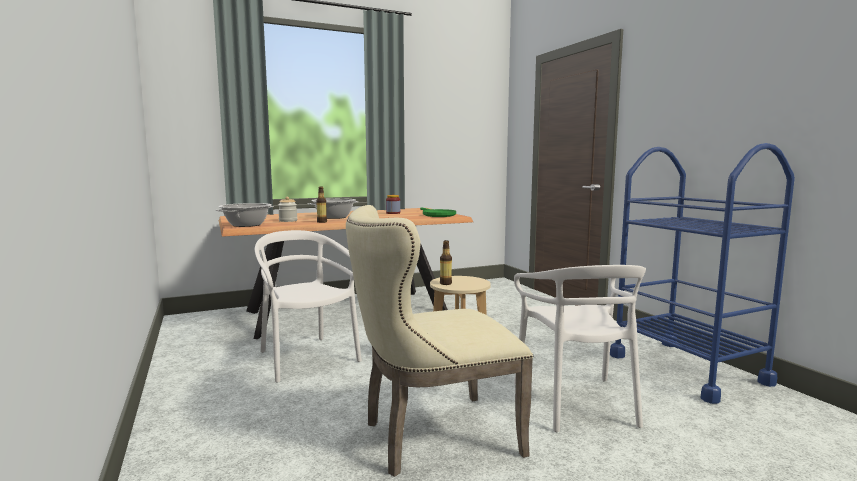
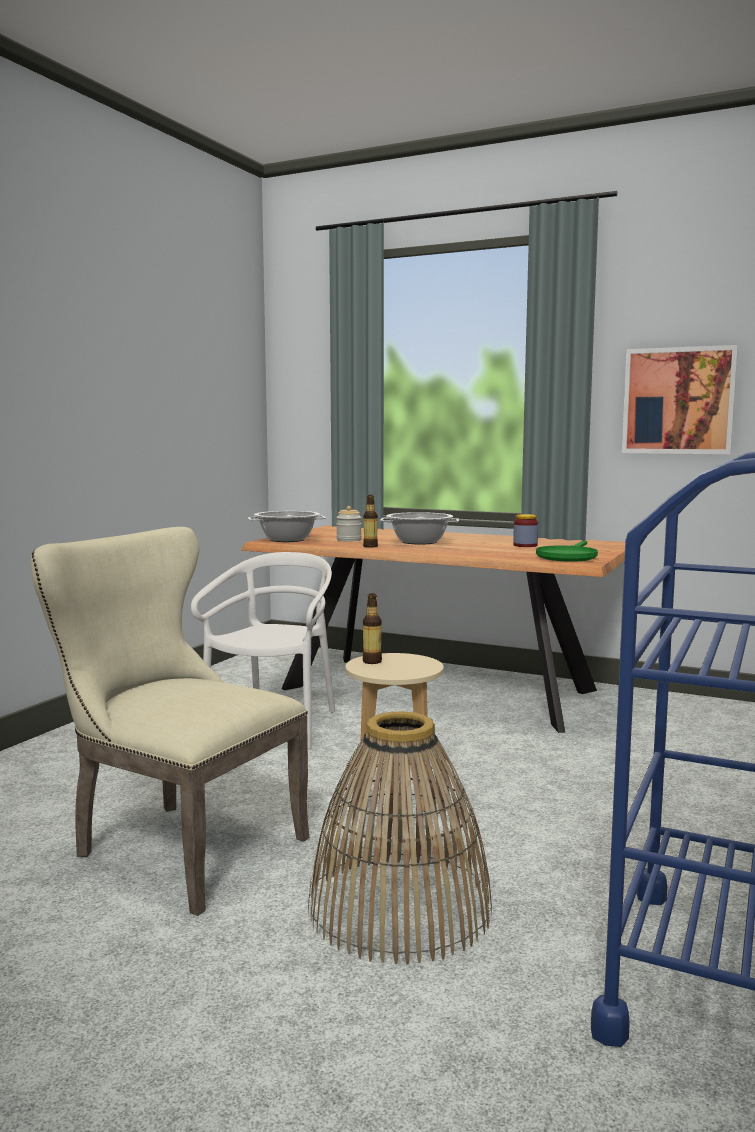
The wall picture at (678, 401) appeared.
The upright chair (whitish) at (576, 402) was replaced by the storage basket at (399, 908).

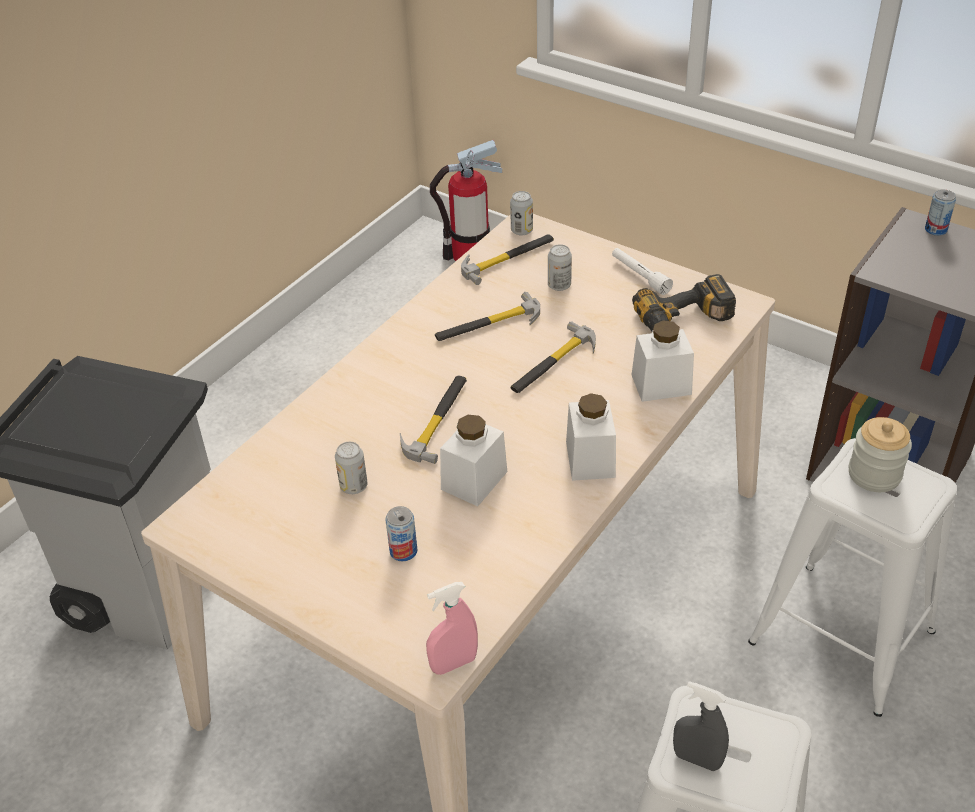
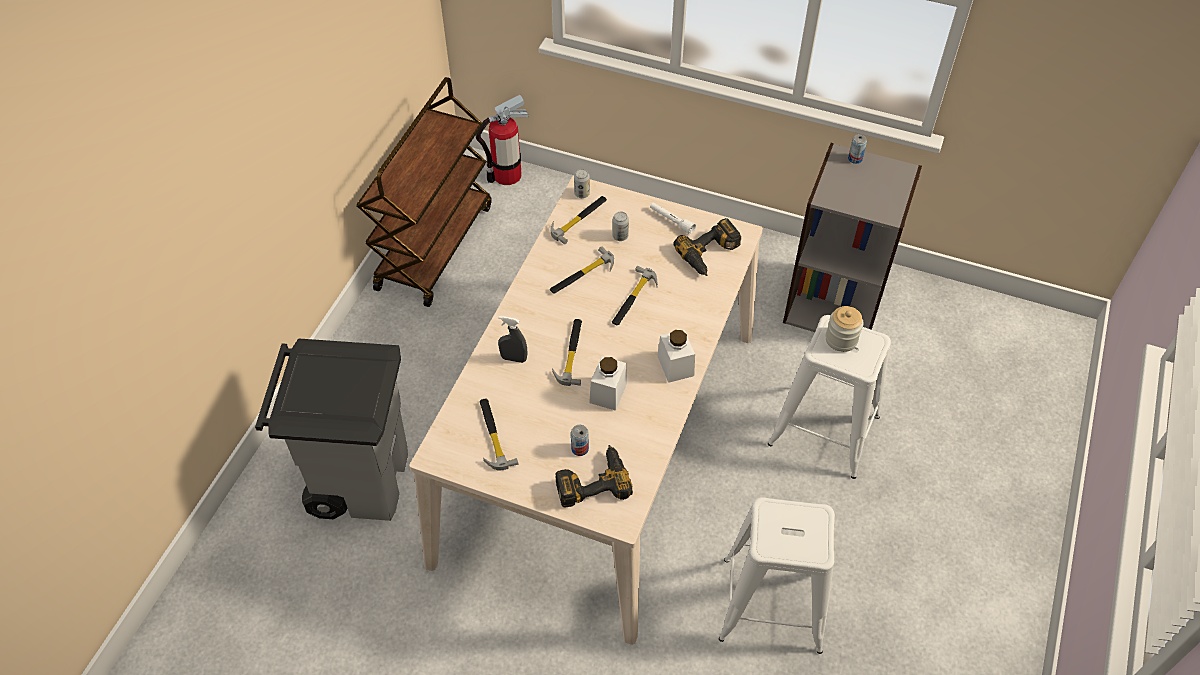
The can at (353, 486) disappeared.
The spray bottle (pink-coloured) at (453, 664) disappeared.
The storage jar (whitish) at (661, 384) disappeared.
The trolley (brown-coloured) at (434, 246) appeared.
The tool hammer at (493, 435) appeared.
The electric drill at (592, 480) appeared.
The spray bottle (gray) moved from (697, 759) to (514, 358).

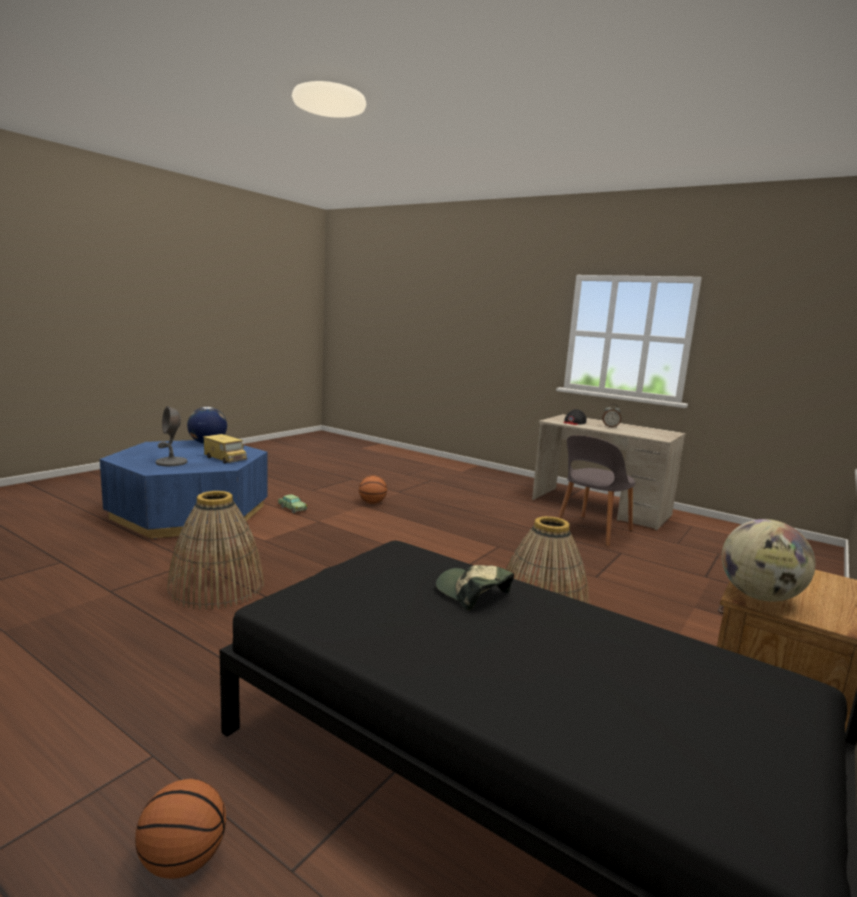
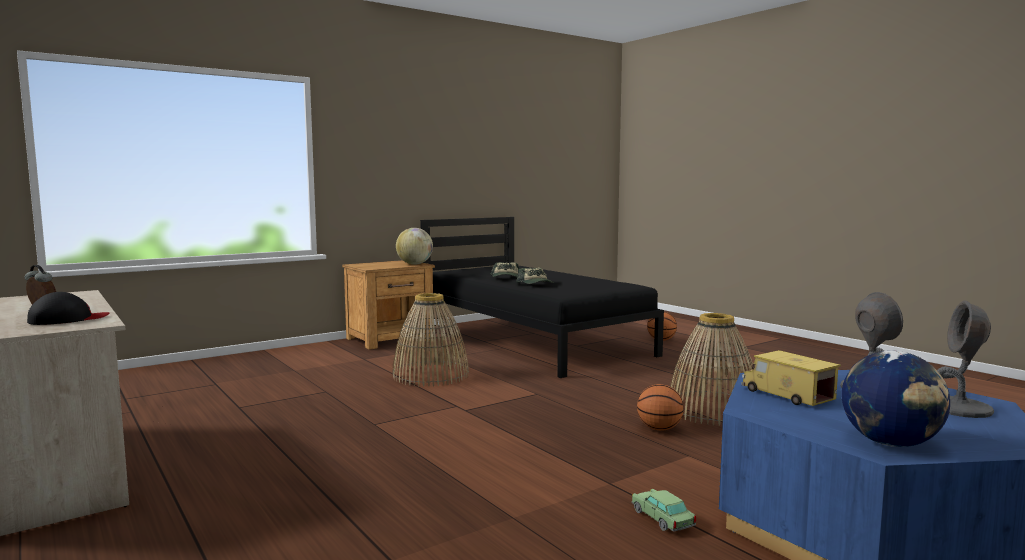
The upright chair (gray) at (592, 531) disappeared.
The peaked cap at (506, 277) appeared.
The tabletop lamp (gray) at (959, 408) appeared.
The ball for basketball moved from (372, 503) to (659, 429).

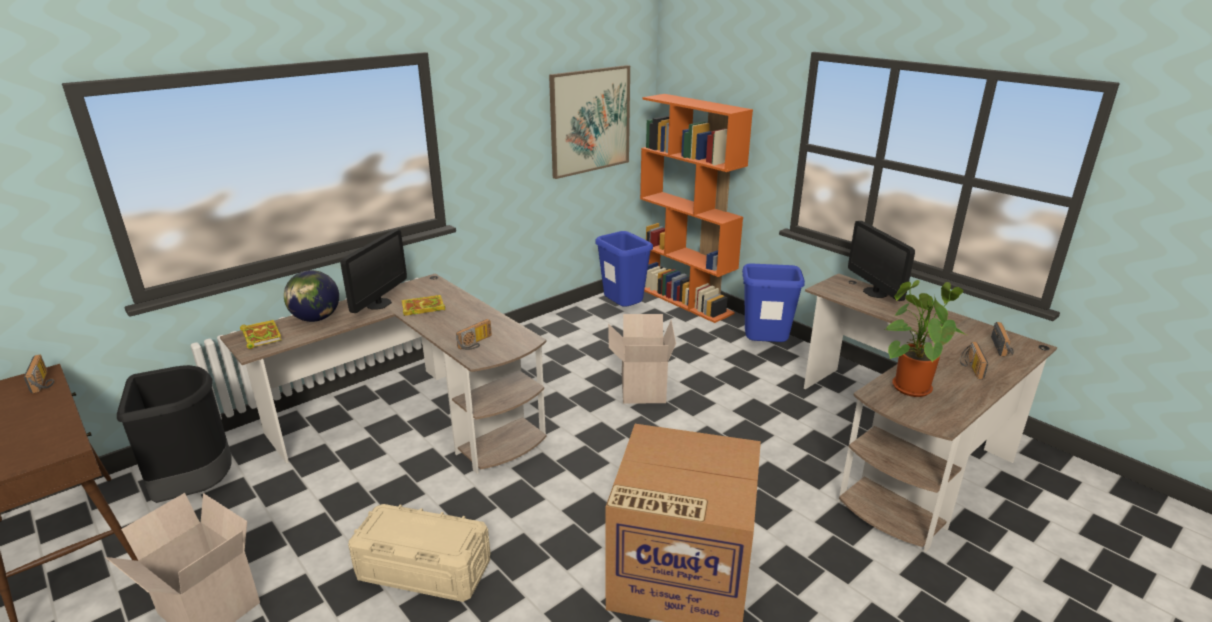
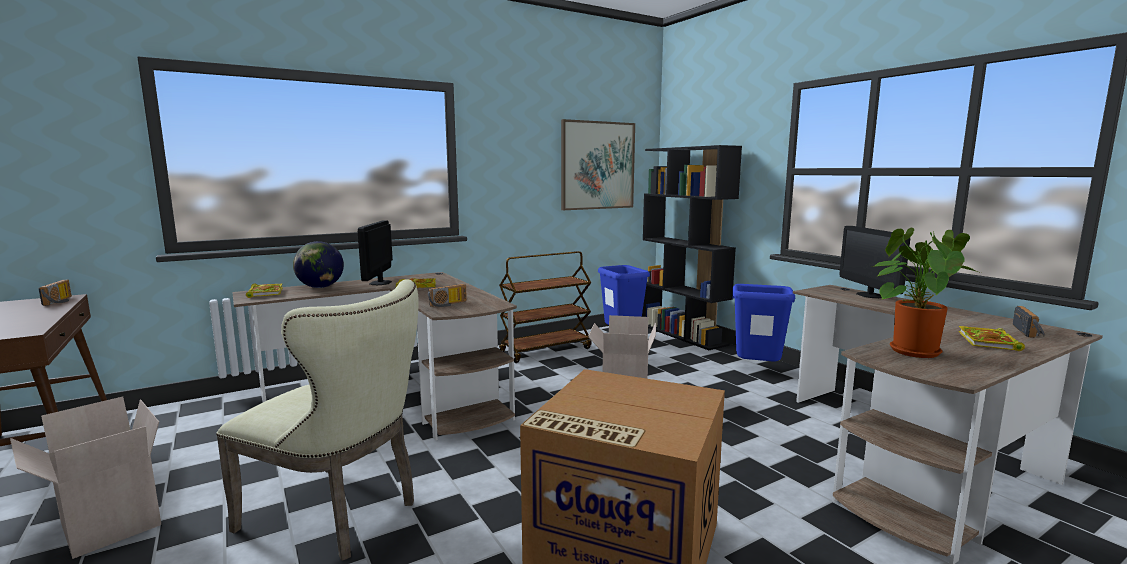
The rubbish bin (black) at (196, 490) disappeared.
The trolley (brown-coloured) at (545, 350) appeared.
The storage container (beige-coloured) at (424, 570) was replaced by the upright chair (beige-coloured) at (340, 515).
The radio set at (970, 367) was replaced by the bound book at (989, 342).
The shelving unit (orangey) at (685, 300) became the shelving unit (black) at (683, 334).
The monitor at (379, 304) turned 150 degrees clockwise.

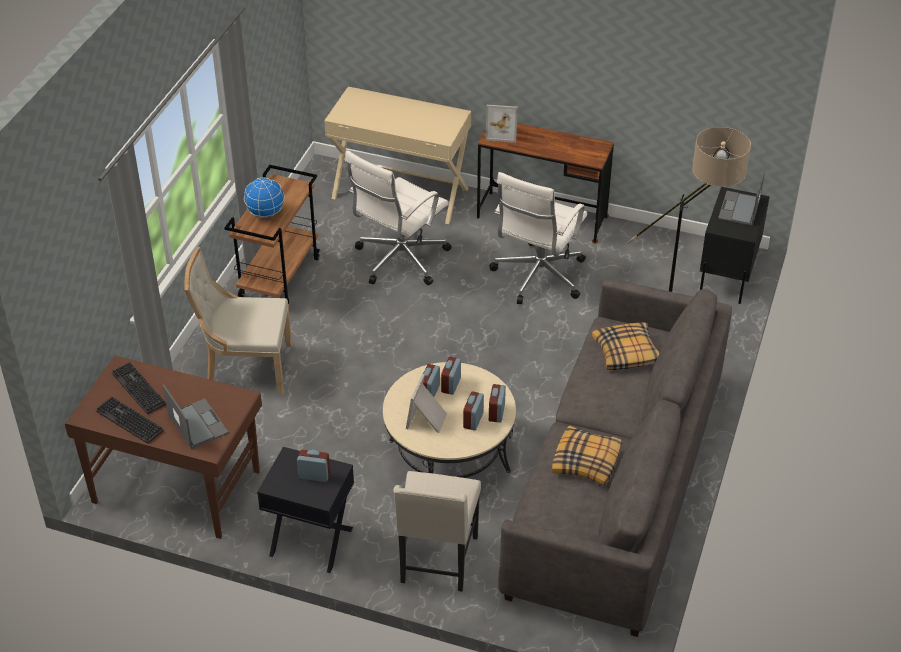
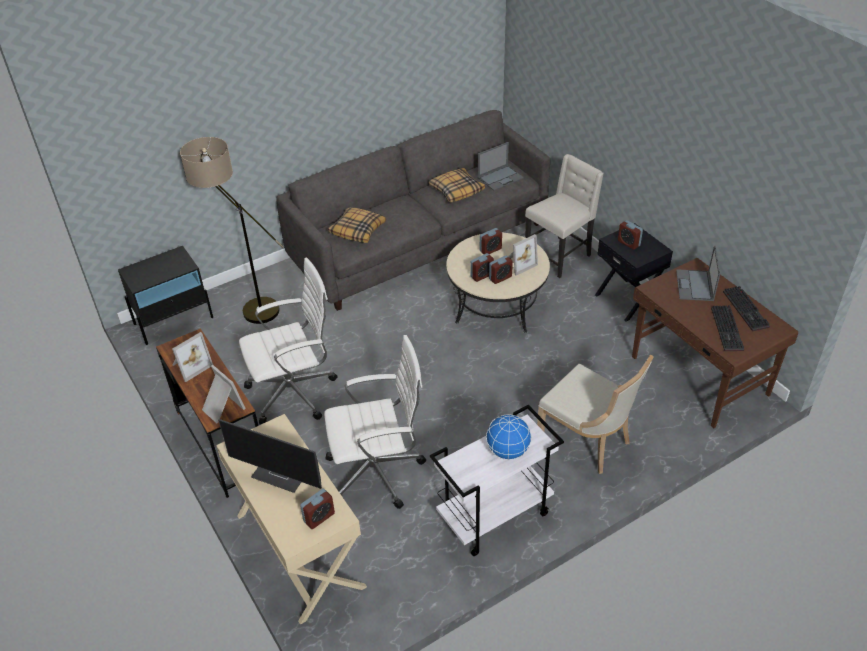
The photo frame at (190, 365) appeared.
The monitor at (282, 474) appeared.
The alarm clock moved from (496, 412) to (319, 517).
The notebook computer moved from (739, 209) to (500, 178).
The trolley (brown-coloured) at (279, 277) became the trolley (whitish) at (494, 517).

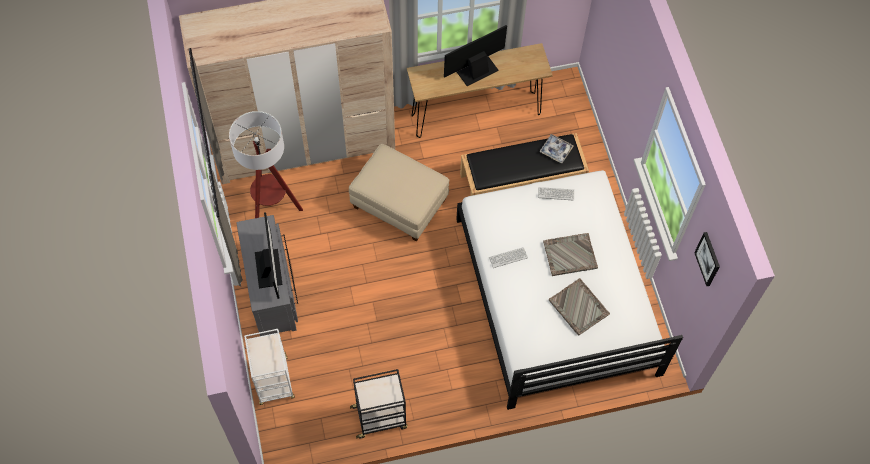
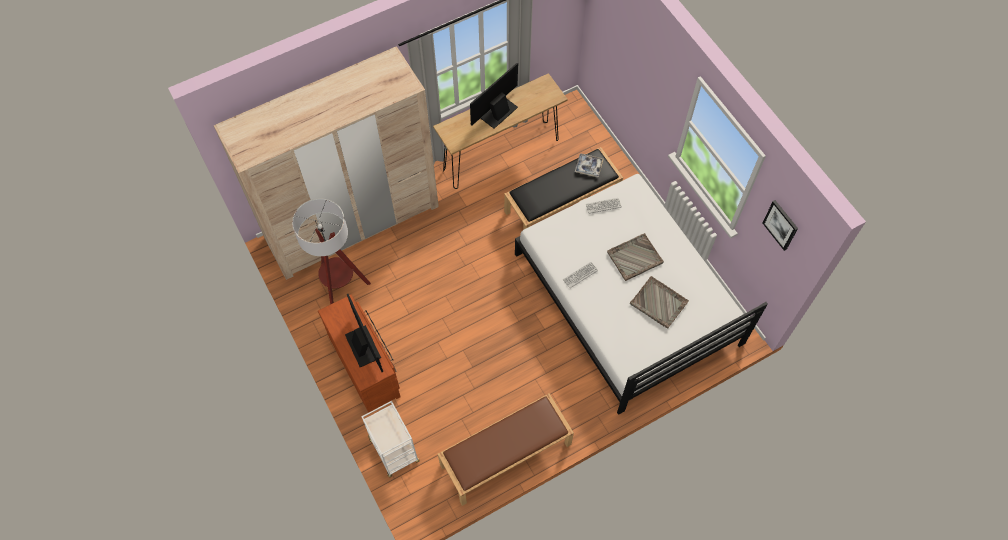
The ottoman (beige-coloured) at (399, 204) disappeared.
The trolley (black) at (380, 417) was replaced by the bench (brown-coloured) at (505, 455).
The dresser (gray) at (273, 290) became the dresser (brown-coloured) at (366, 365).

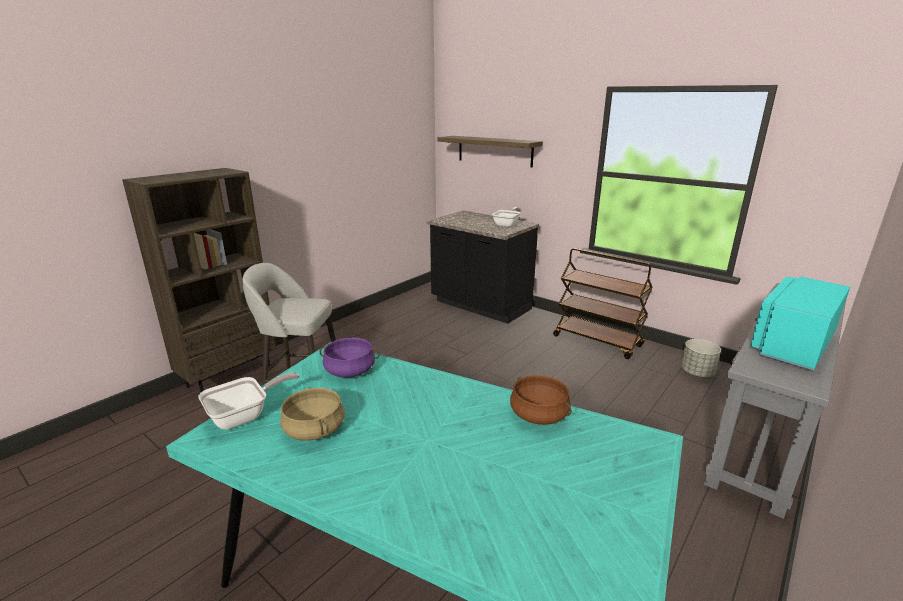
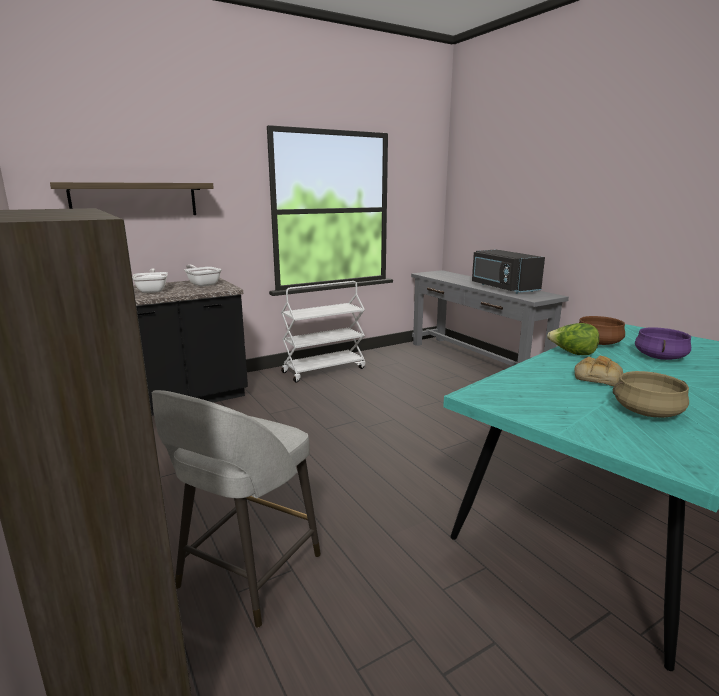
The planter (gray) at (697, 372) disappeared.
The lettuce head at (572, 354) appeared.
The baked bread at (597, 377) appeared.
The skillet moved from (245, 416) to (153, 290).
The saucepot (purplish) moved from (350, 371) to (659, 357).
The trolley (brown-coloured) at (598, 341) became the trolley (whitish) at (324, 370).
The kitchen microwave (turquoise) at (791, 344) became the kitchen microwave (black) at (502, 288).

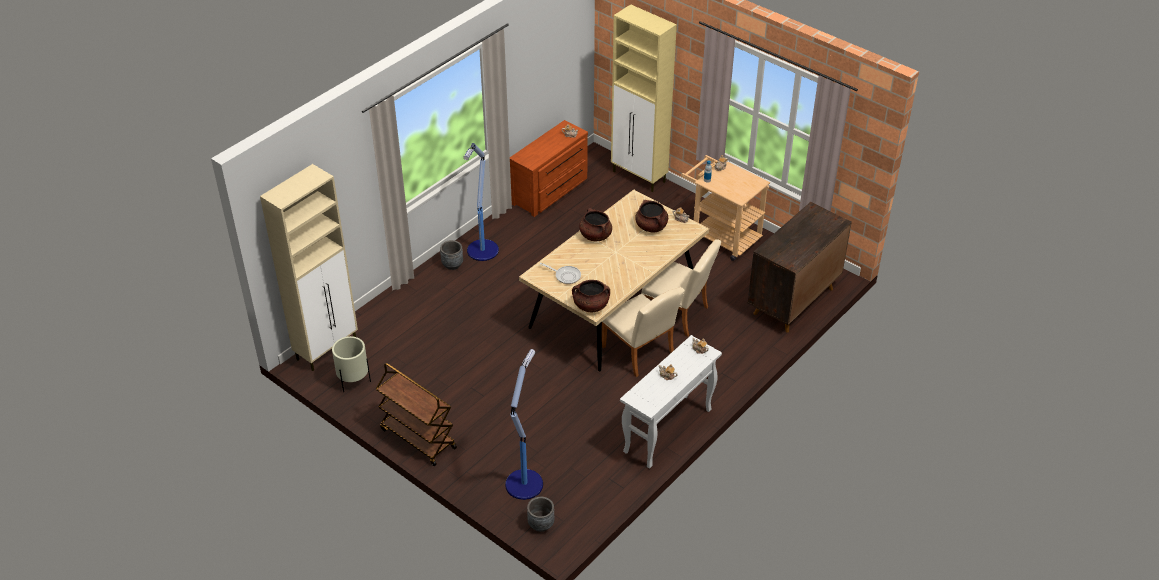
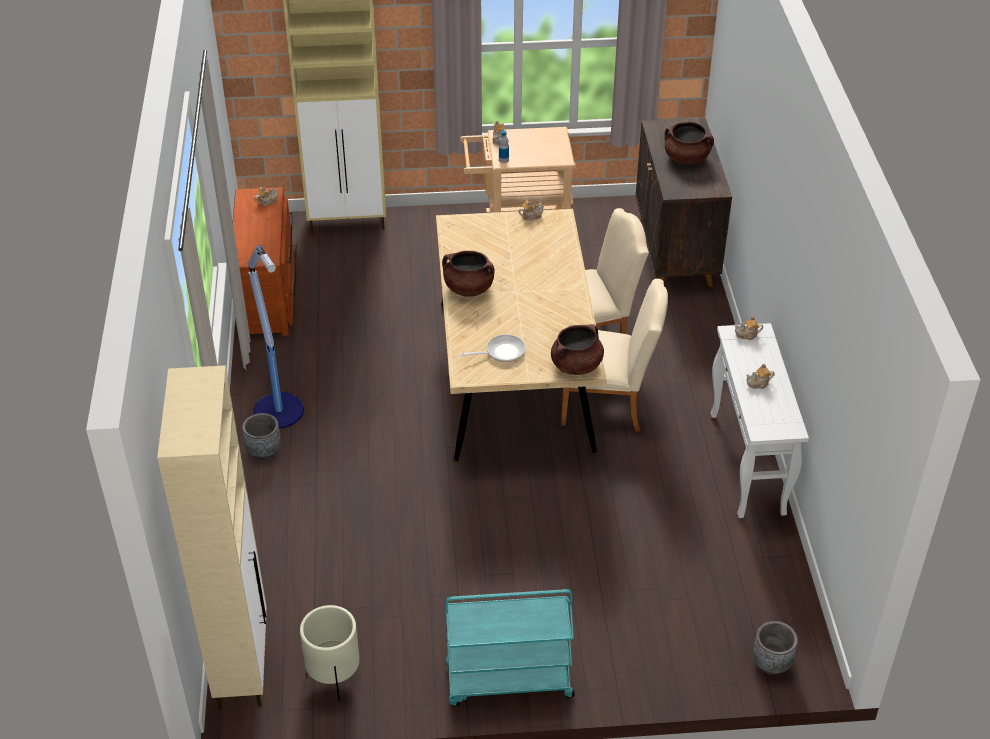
The floor lamp at (524, 483) disappeared.
The saucepot (brown-coloured) moved from (651, 226) to (686, 158).
The trolley (brown-coloured) at (417, 438) became the trolley (turquoise) at (508, 682).

